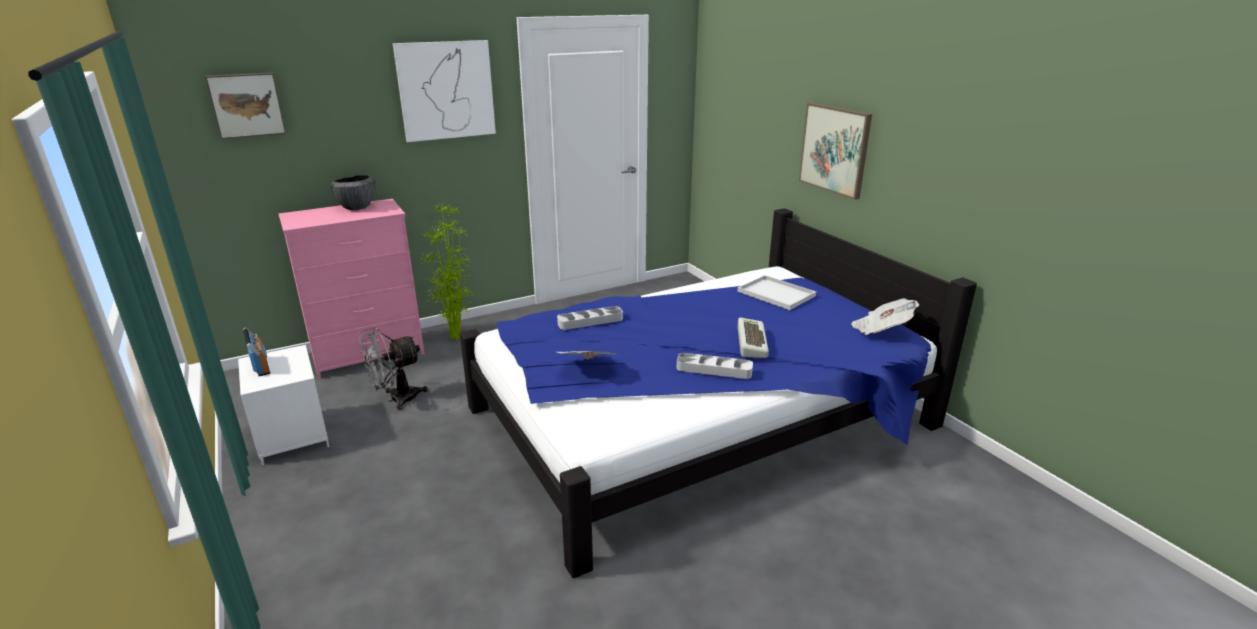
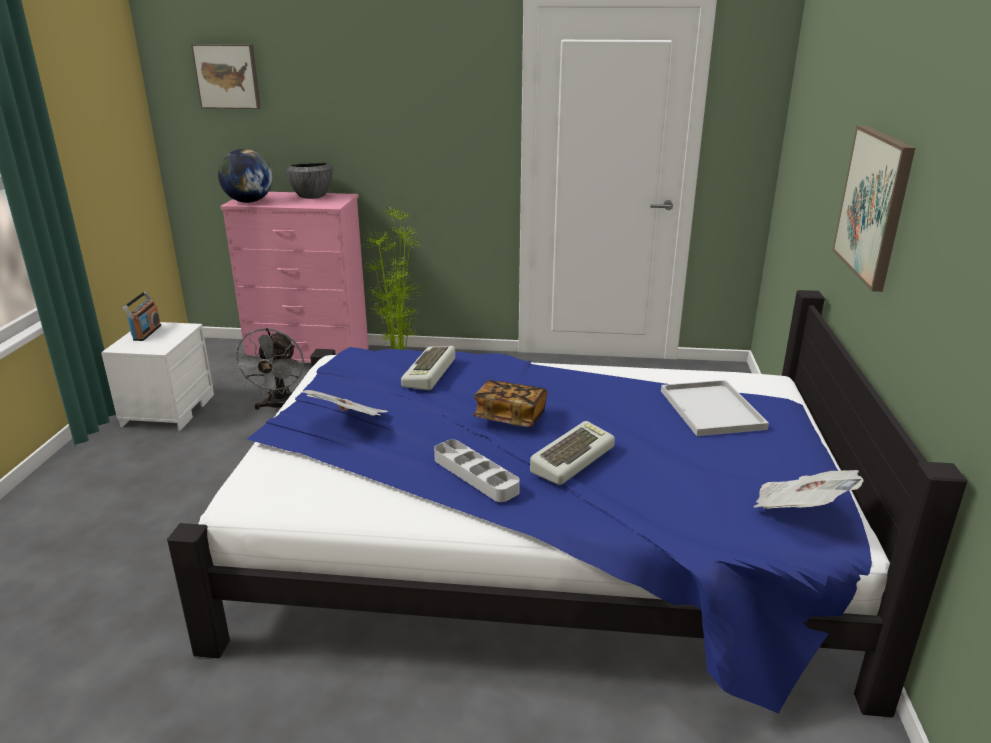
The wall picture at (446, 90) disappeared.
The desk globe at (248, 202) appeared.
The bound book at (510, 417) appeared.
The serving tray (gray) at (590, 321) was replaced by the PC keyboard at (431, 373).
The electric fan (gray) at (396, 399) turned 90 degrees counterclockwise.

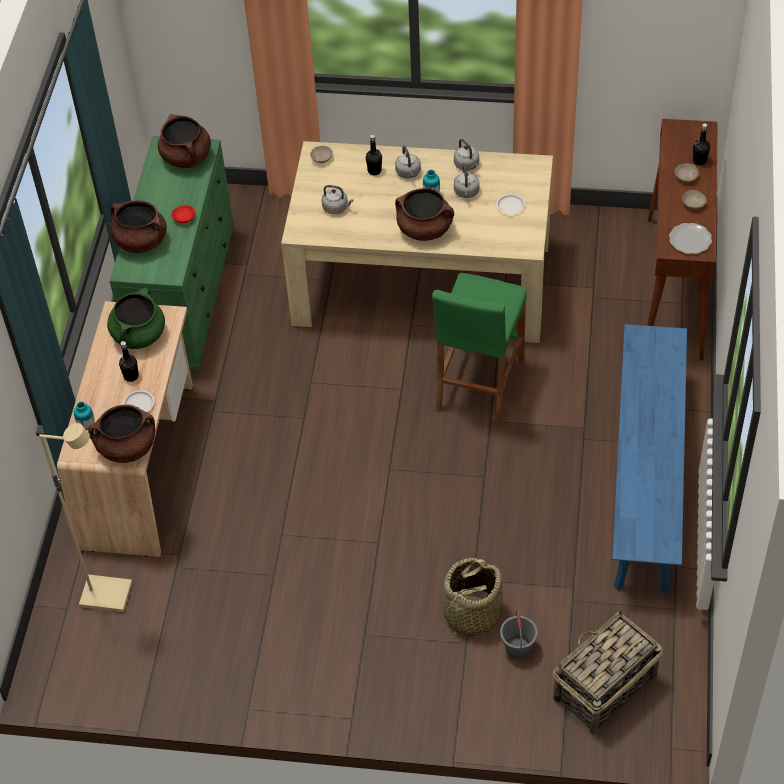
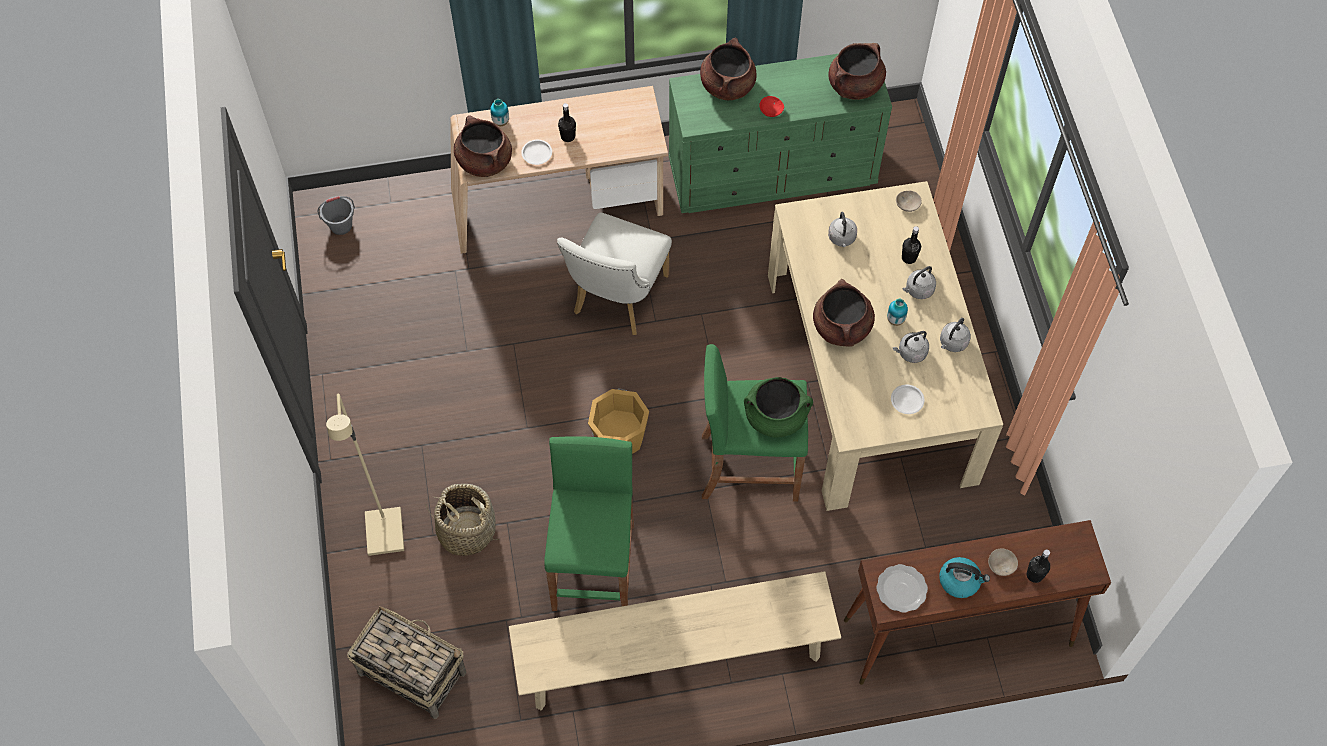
The sitting stool (green) at (594, 566) appeared.
The upright chair (whitish) at (616, 300) appeared.
The water bucket (orangey) at (618, 437) appeared.
The floor lamp (beige-coloured) moved from (107, 594) to (386, 533).
The saucepot (green) moved from (139, 335) to (776, 417).
The water bucket (gray) moved from (517, 647) to (341, 225).
The serving bowl (beige-coloured) at (692, 204) was replaced by the kettle at (960, 581).
The bench (blue-coloured) at (646, 481) became the bench (beige-coloured) at (674, 658).

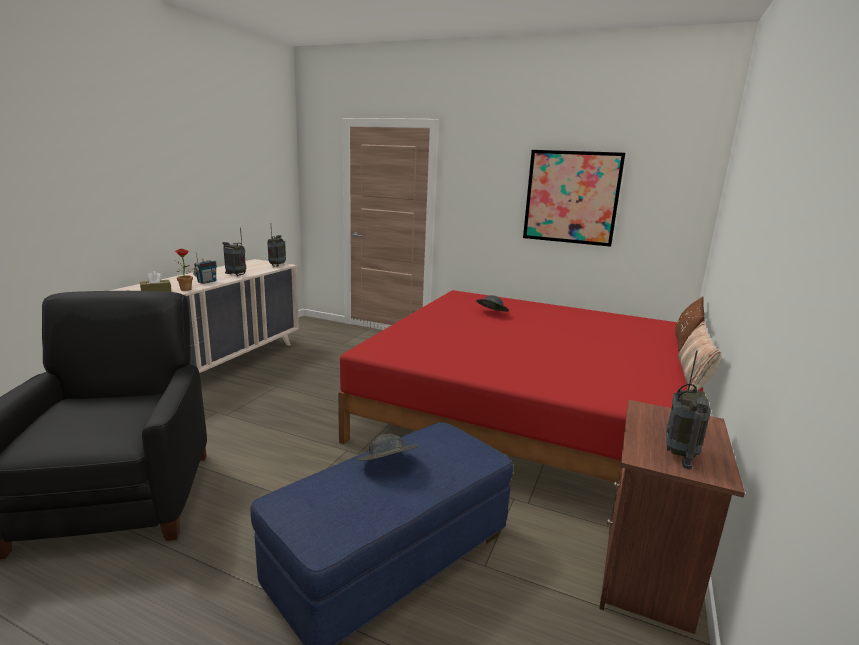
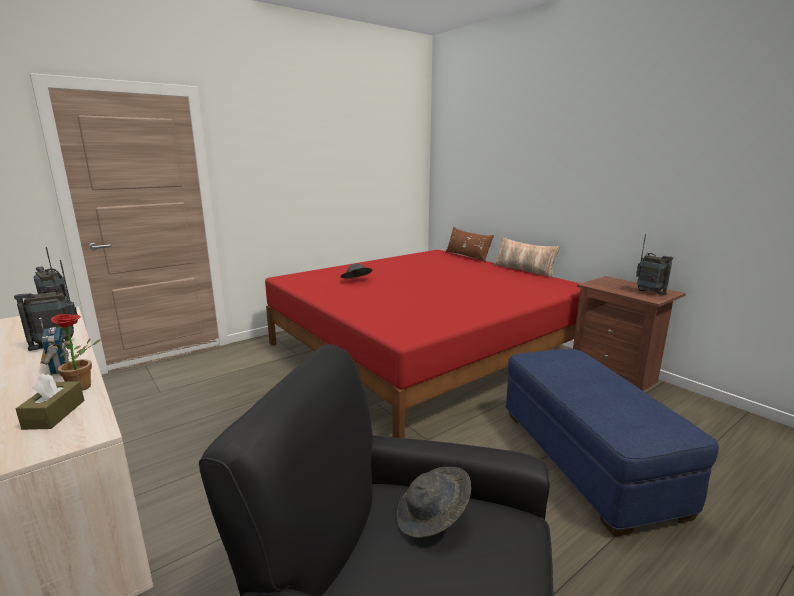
The wall picture at (571, 197) disappeared.
The clothing hat (gray) moved from (387, 465) to (432, 517).

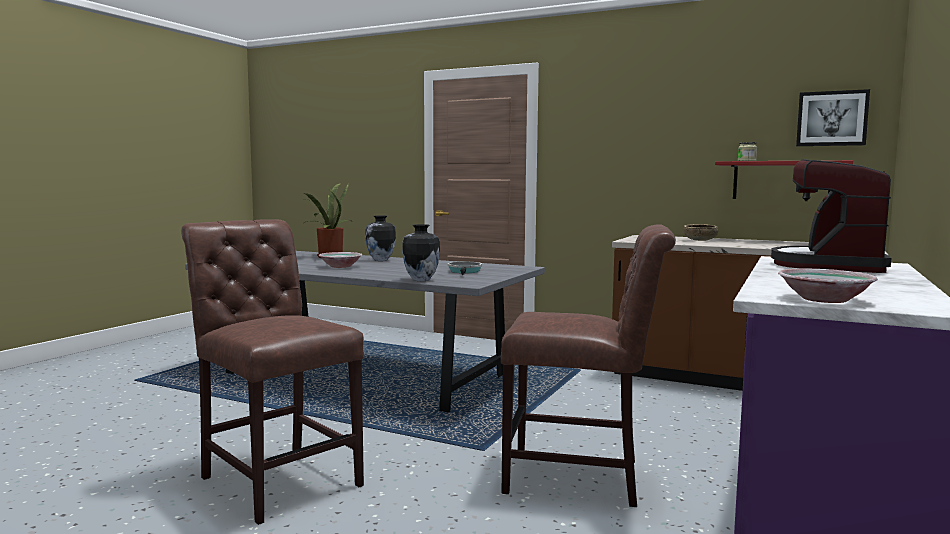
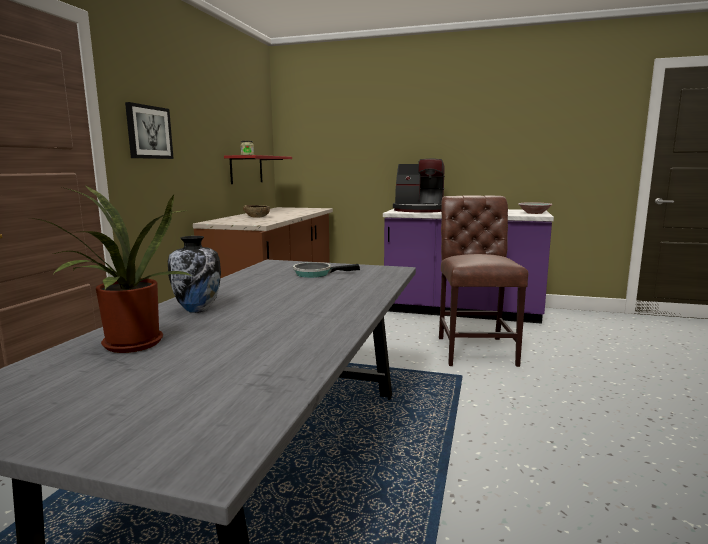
The upright chair (brown-coloured) at (277, 478) disappeared.
The serving bowl at (340, 266) disappeared.
The flower vase at (420, 280) disappeared.
The wall picture moved from (832, 118) to (148, 132).

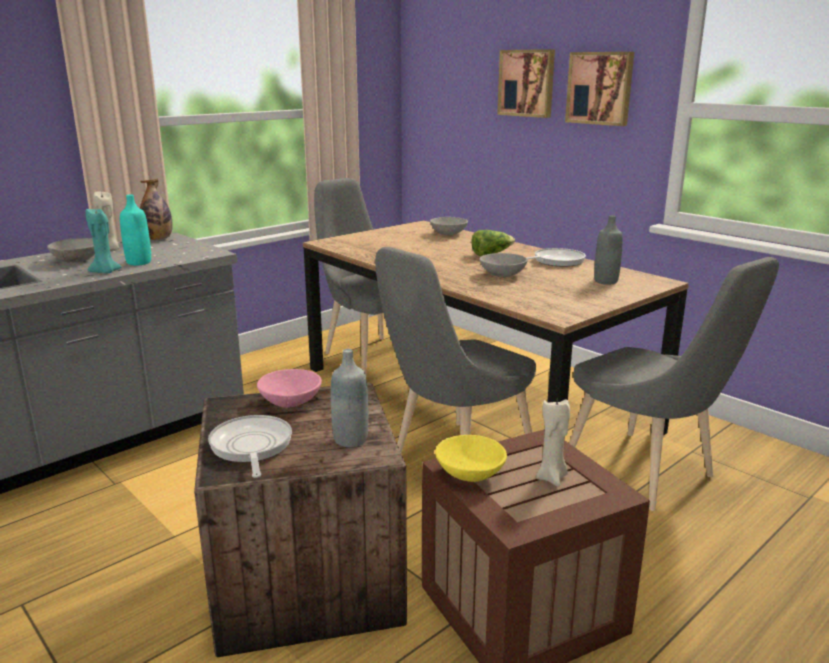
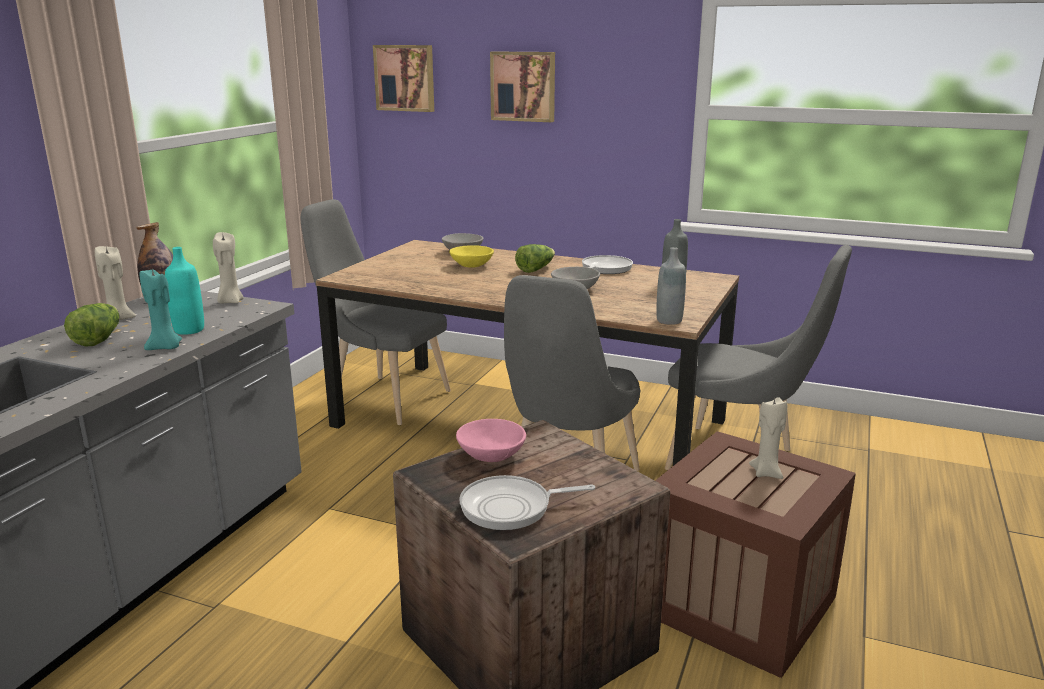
The wax candle (beige-coloured) at (230, 301) appeared.
The drink bottle (gray) moved from (350, 440) to (669, 320).
The serving bowl (yellow) moved from (470, 473) to (471, 265).
The wall picture moved from (600, 88) to (405, 78).
The serving bowl (gray) at (76, 260) was replaced by the lettuce head at (98, 339).
The skillet at (251, 447) turned 60 degrees counterclockwise.

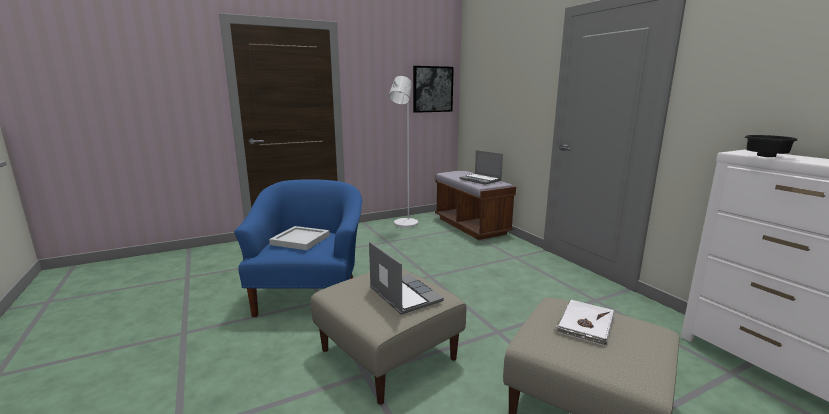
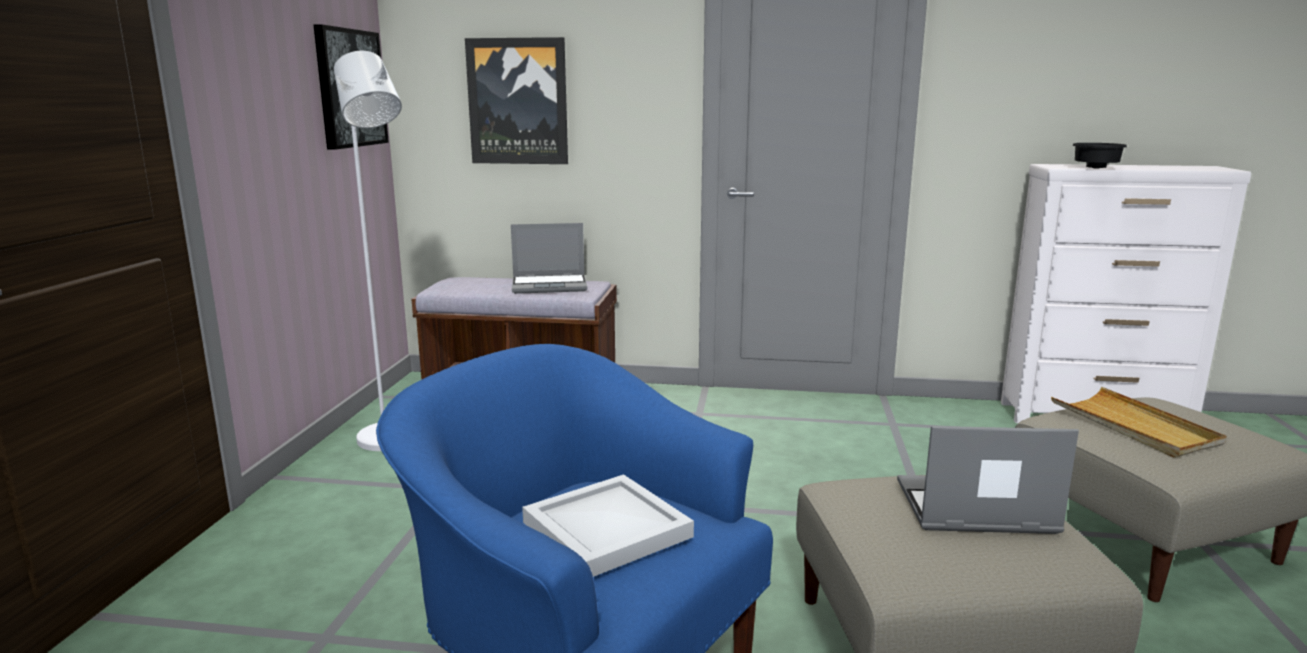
The wall picture at (518, 102) appeared.
The bound book (whitish) at (584, 324) was replaced by the serving tray (beige-coloured) at (1134, 426).

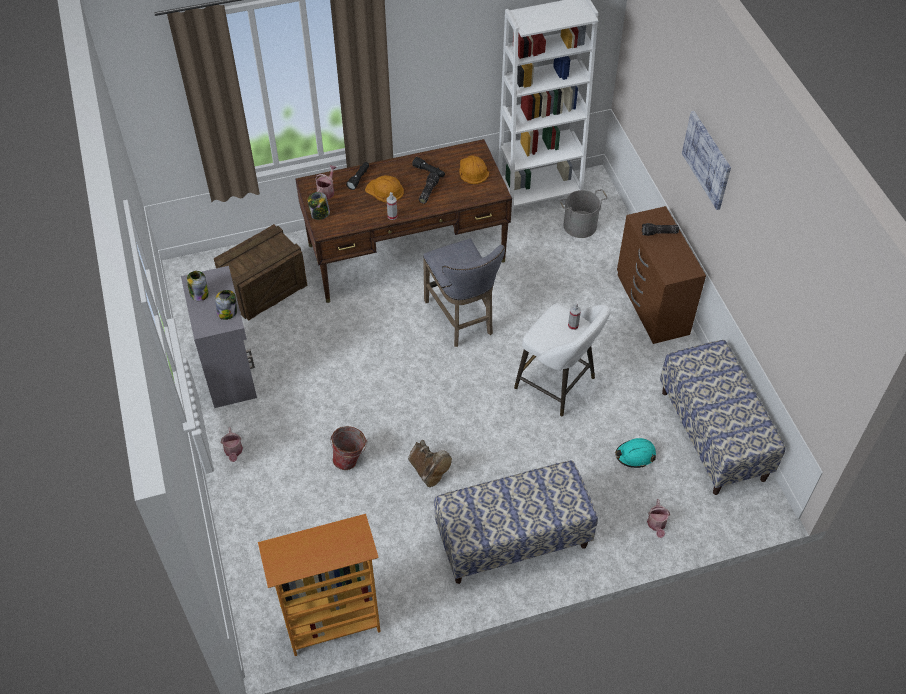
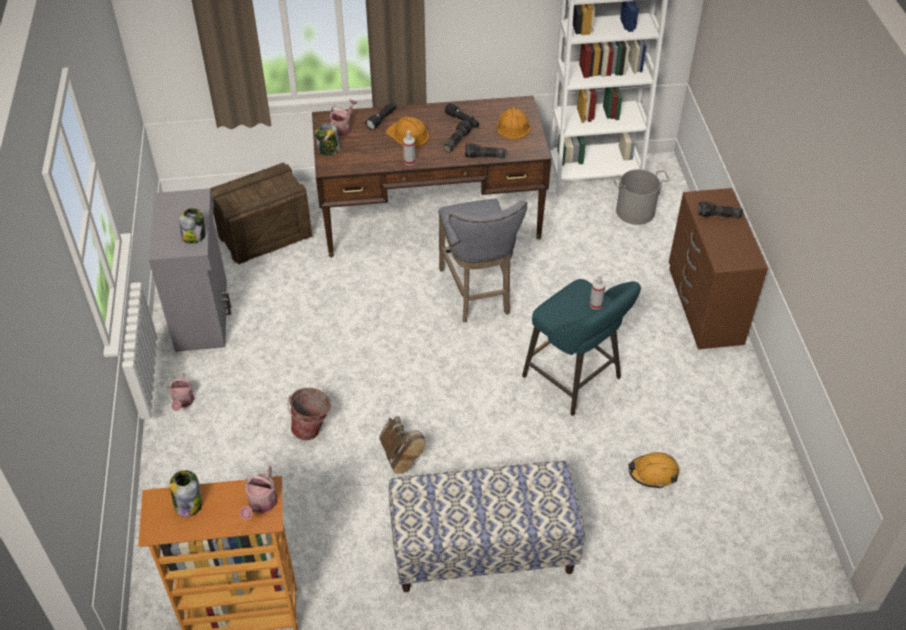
The bench at (713, 435) disappeared.
The wall picture at (707, 159) disappeared.
The flashlight at (484, 157) appeared.
The storage jar moved from (199, 294) to (188, 503).
The sprinkling can moved from (656, 525) to (261, 504).
The sitting stool (whitish) at (558, 385) became the sitting stool (turquoise) at (575, 380).
The safety helmet (turquoise) at (635, 455) became the safety helmet (orangey) at (653, 473).

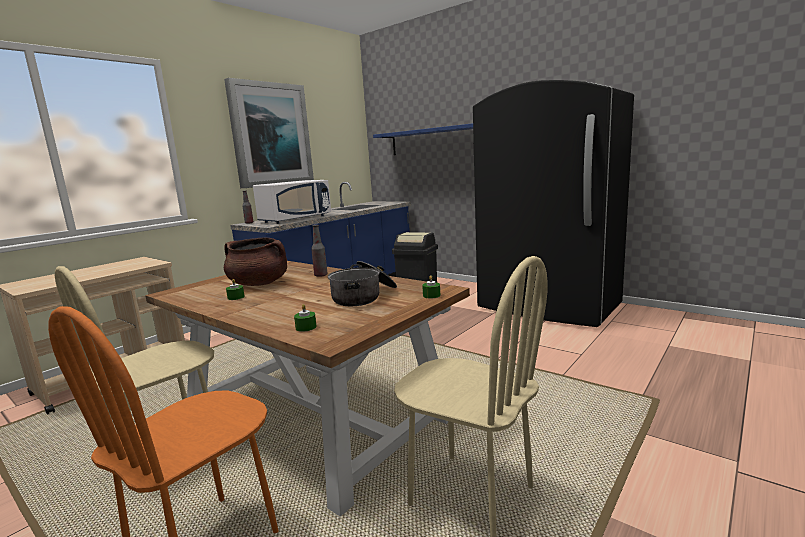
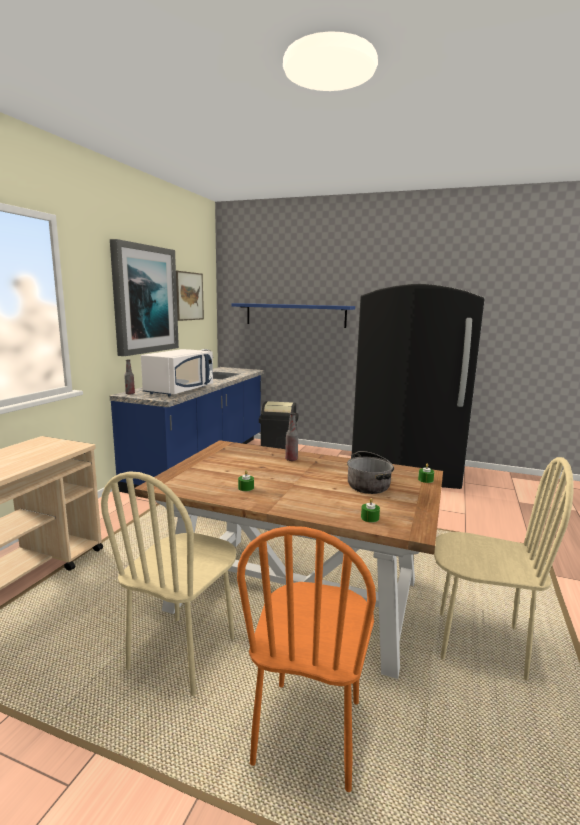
The saucepot (brown-coloured) at (259, 284) disappeared.
The wall picture at (189, 296) appeared.

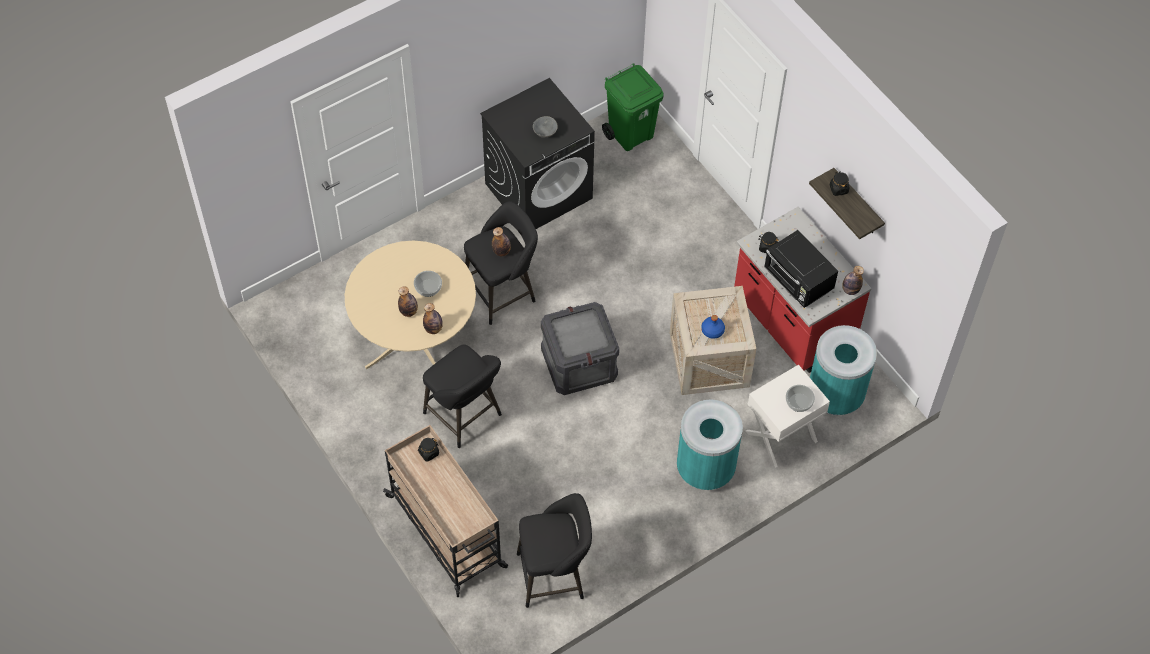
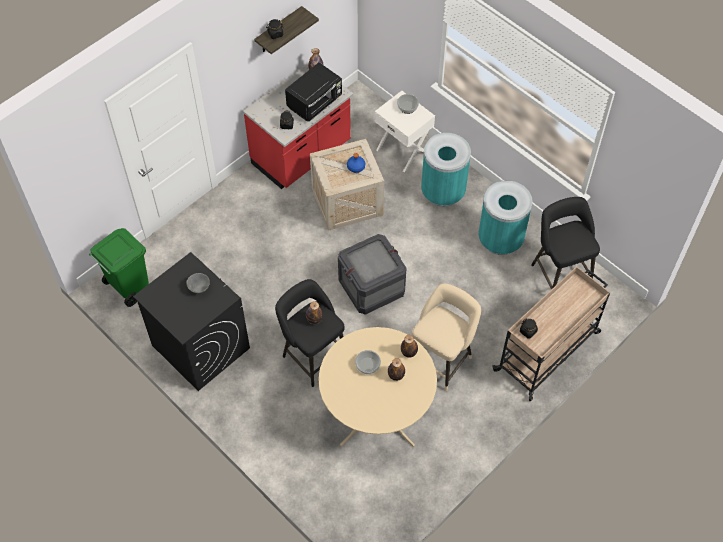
The rubbish bin (turquoise) moved from (835, 395) to (500, 240).
The sitting stool (black) at (465, 417) became the sitting stool (beige-coloured) at (441, 358).

